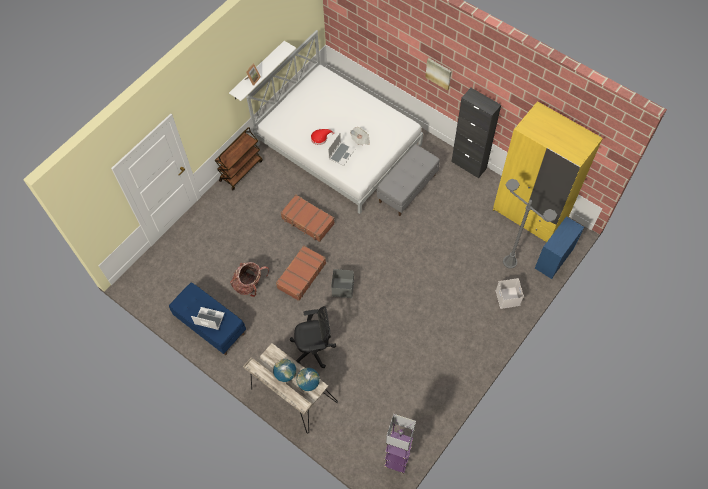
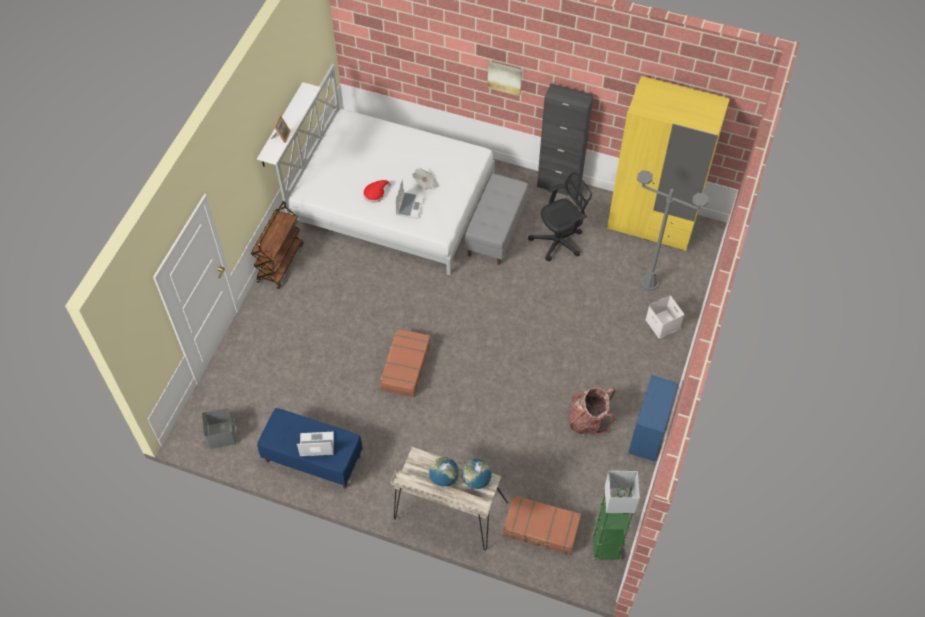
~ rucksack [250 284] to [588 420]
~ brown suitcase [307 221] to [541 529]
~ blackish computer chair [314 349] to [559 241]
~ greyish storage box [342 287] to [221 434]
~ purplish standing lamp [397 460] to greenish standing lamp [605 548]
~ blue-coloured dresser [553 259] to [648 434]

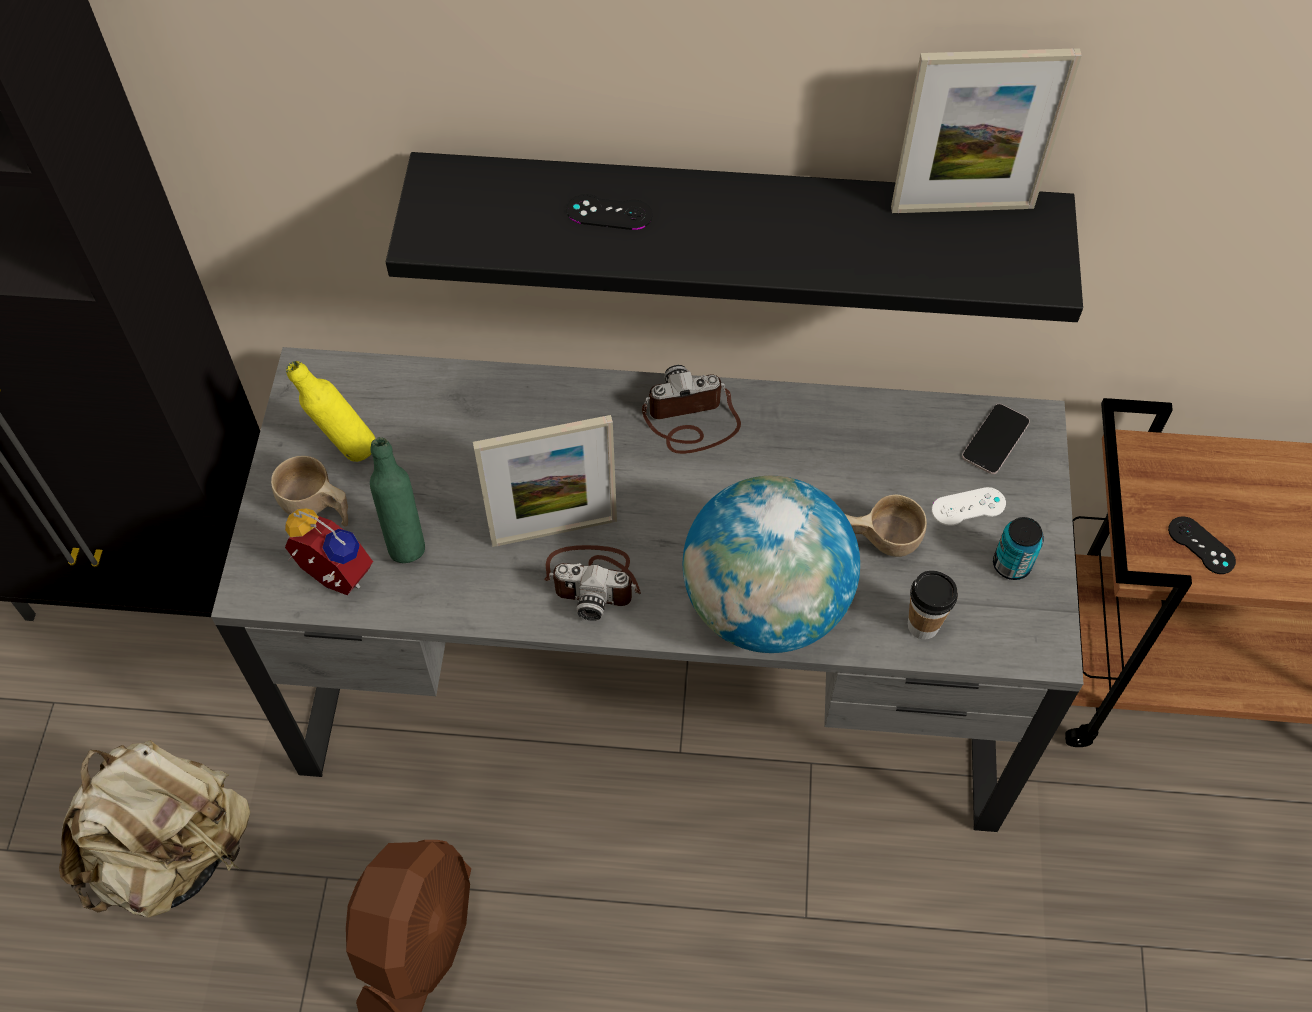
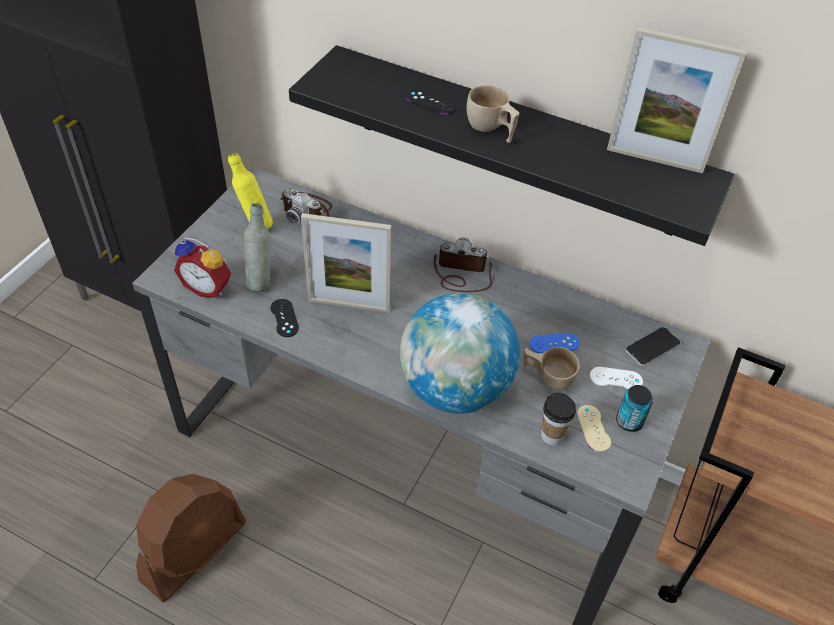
- beige rucksack [173 853]
~ beige cup [317 509] to [491 129]
~ bedside clock [332 579] = [208 287] 150 degrees clockwise
~ greenish beverage bottle [405 539] to greyish beverage bottle [261 280]
~ photo camera [593 580] to [307 210]
~ blackish joypad [1201 545] to [284 318]
+ blue-coloured joypad [554 343]
+ beige joypad [593 428]

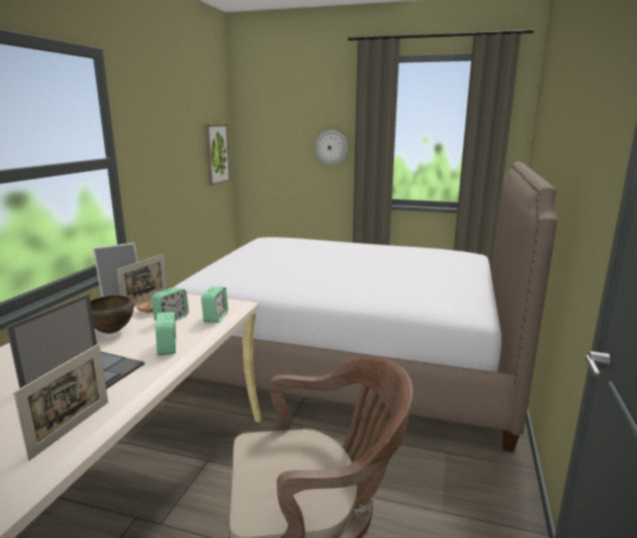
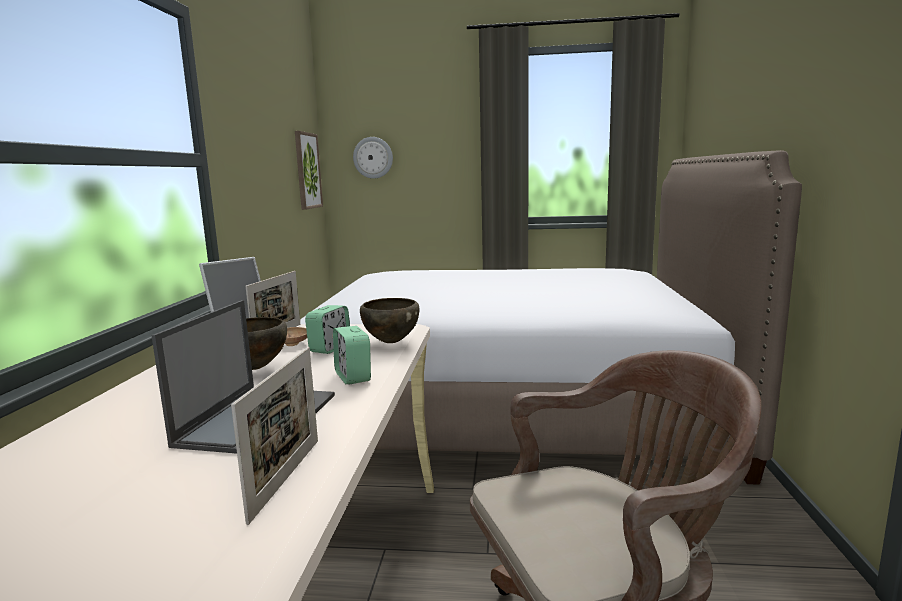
~ bedside clock [215 318] to brown deep dish [391 342]
~ wall clock [331 147] to [373 157]

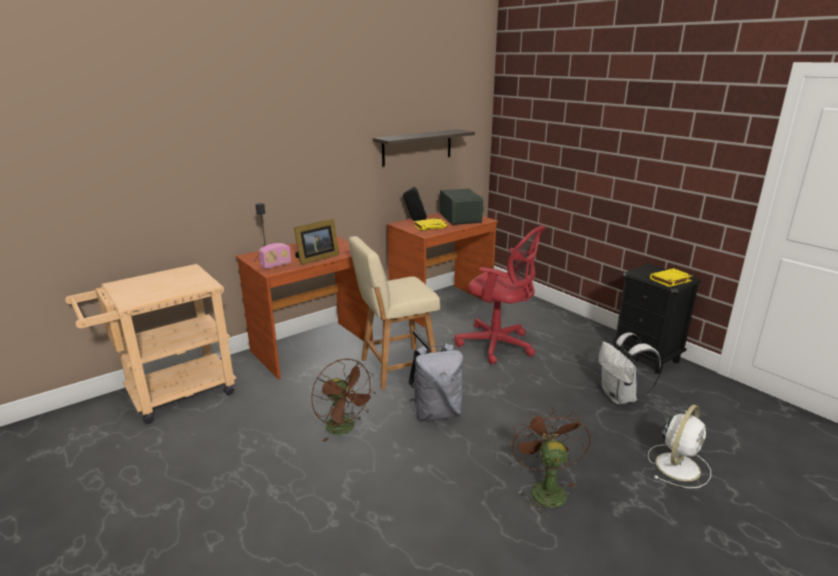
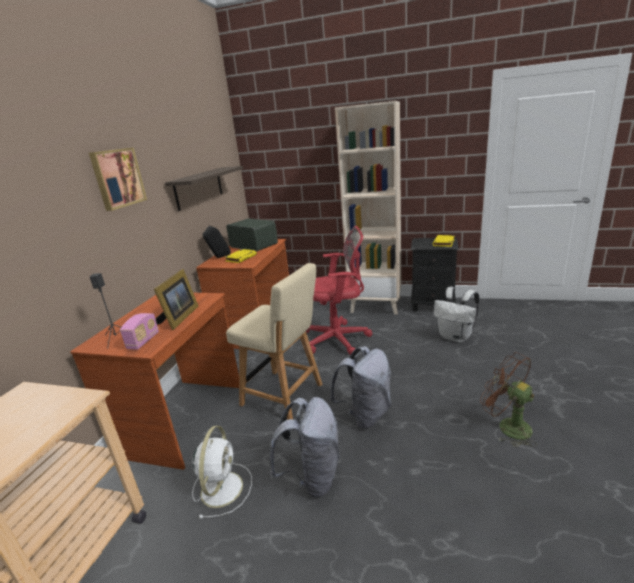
~ brown fan [345 429] to greyish rucksack [312 477]
~ beige plain chair [395 368] = [285 396] 90 degrees counterclockwise
~ whitish fan [678 465] to [222 487]
+ wall art [117 178]
+ beige shelving unit [376 305]

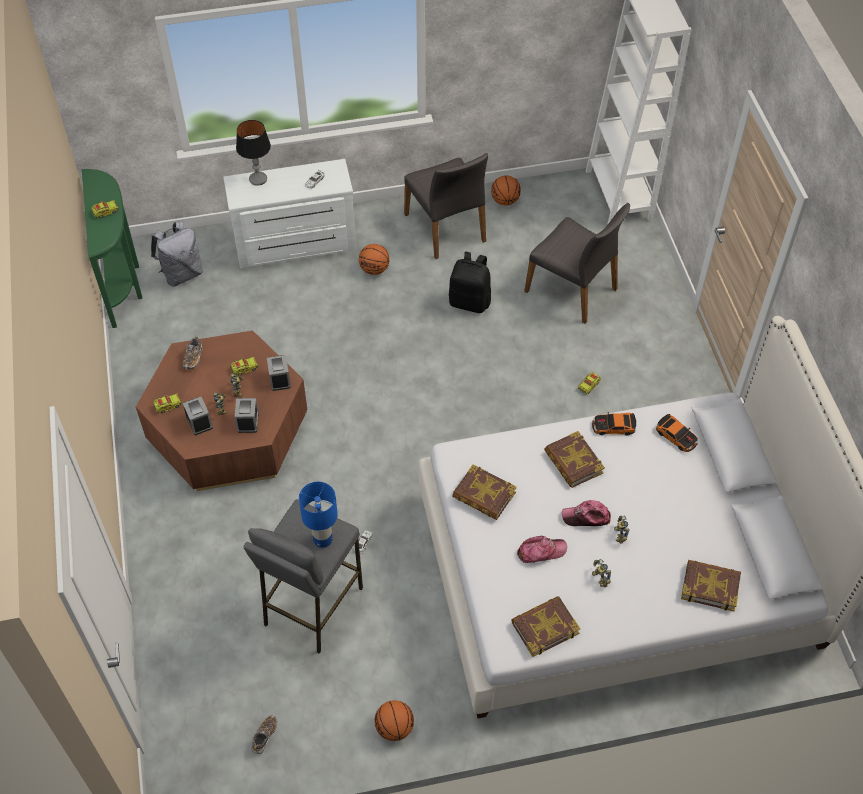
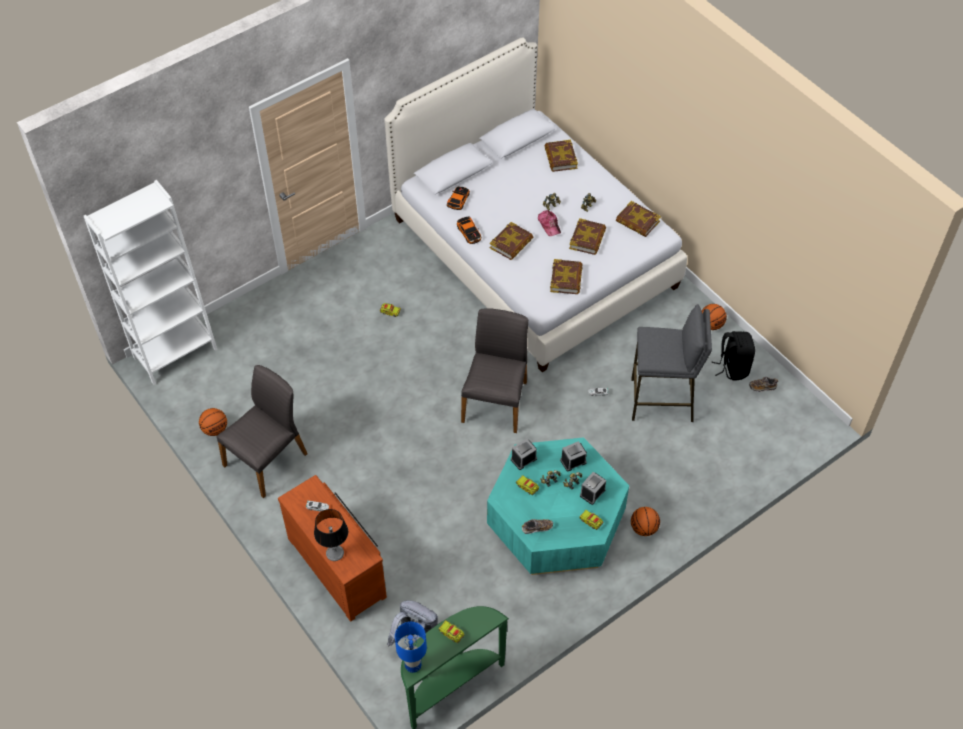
~ brown coffee table [228 429] to blue-green coffee table [555 521]
~ whitish dresser [295 245] to brown dresser [339 566]
~ blue-coloured lamp for a table [323 540] to [413 664]
~ ball for basketball [374 269] to [644 528]
~ blackish rucksack [470 301] to [732 367]
~ peaked cap [541 551] to volume [587 239]
~ greyish plain chair [572 290] to [496 401]

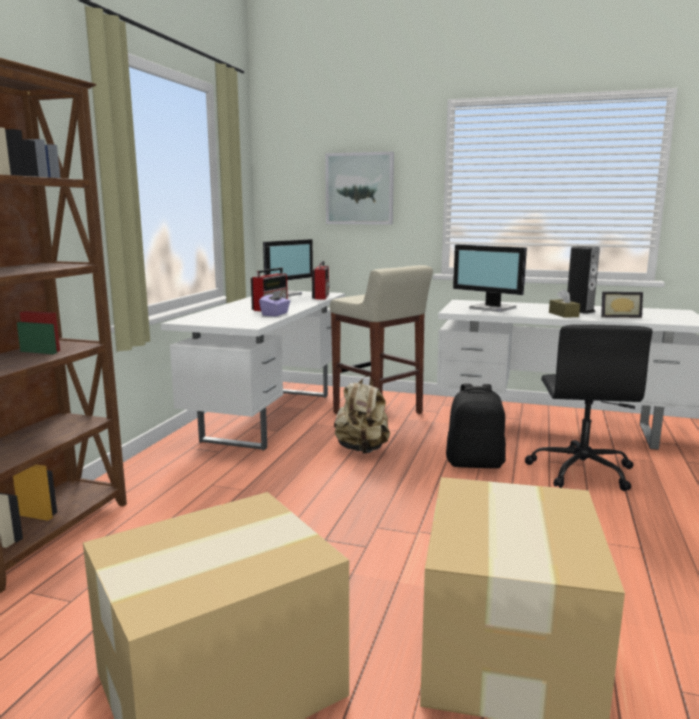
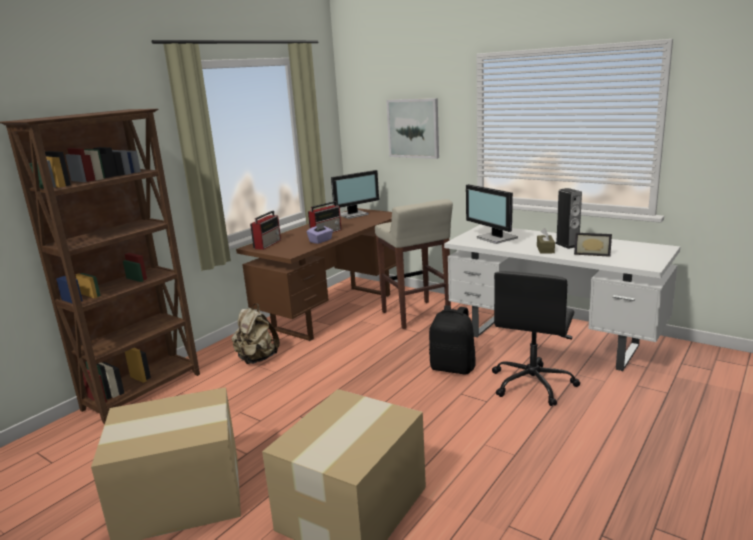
~ whitish desk table [269 416] to brown desk table [334 311]
~ radio set [321 296] to [268 244]
~ beige rucksack [362 449] to [256 359]

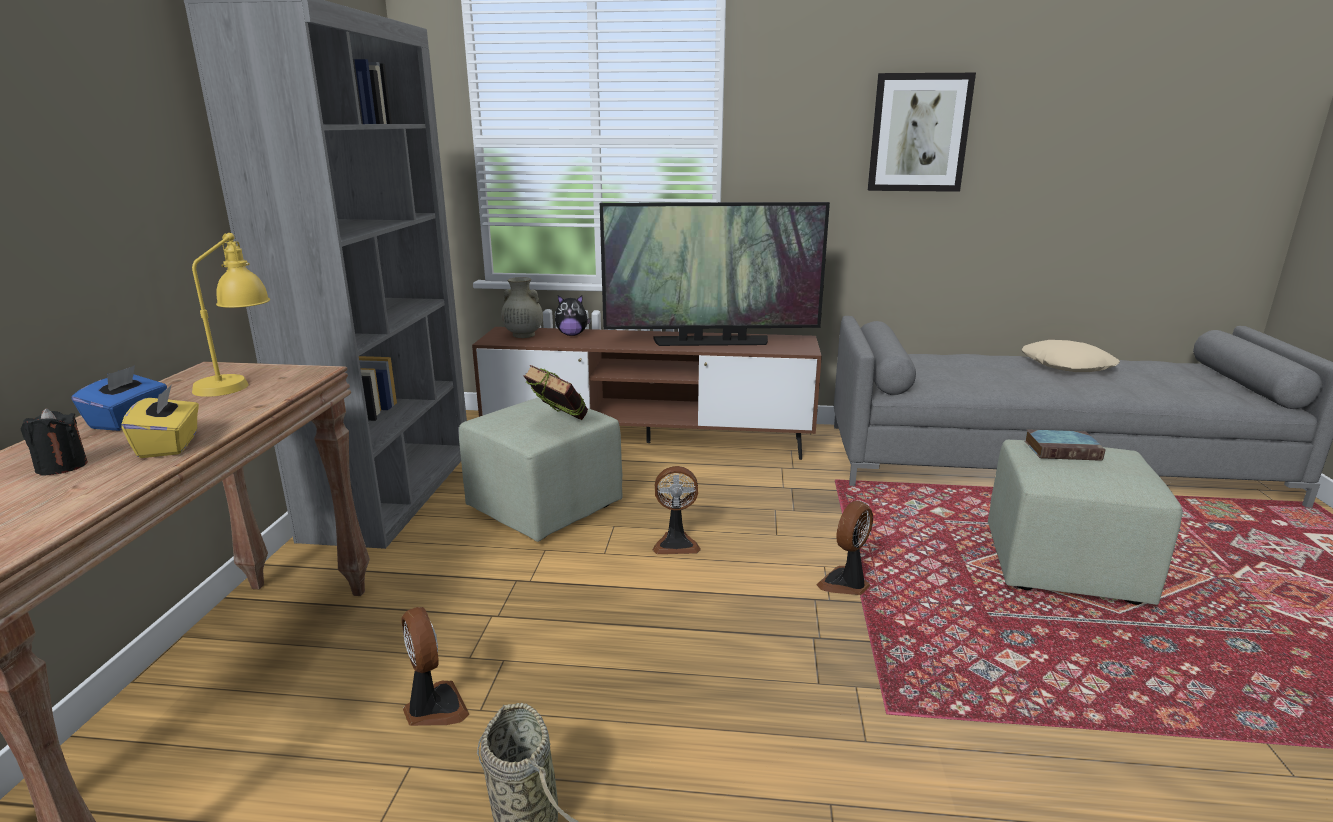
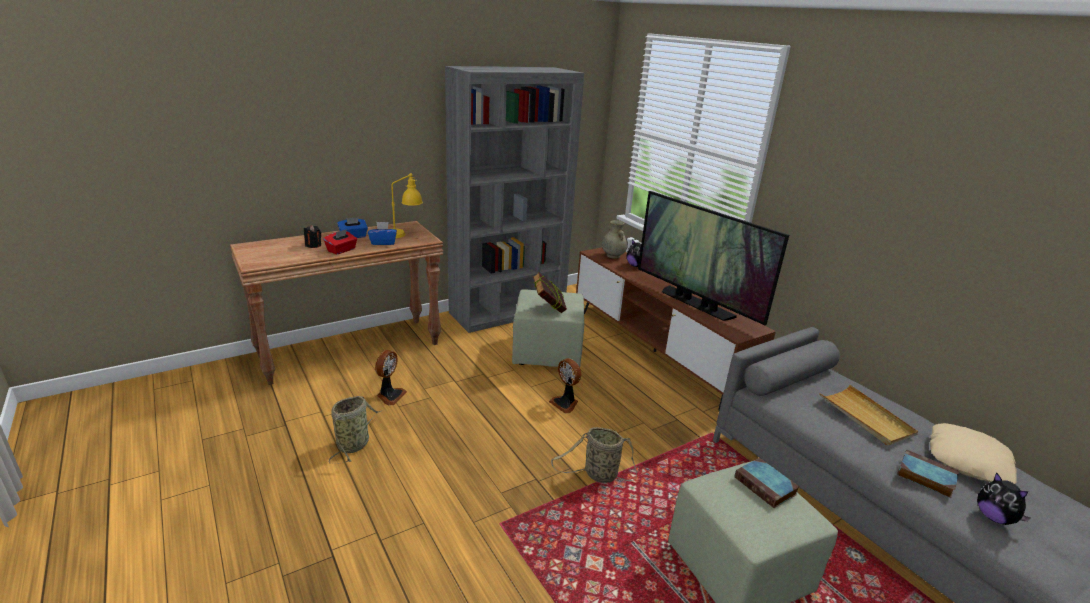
~ yellowish tissue holder [170 445] to red-coloured tissue holder [341 250]
~ fan [846 584] to basket [598 475]
- wall art [919 133]
+ blue-coloured tissue holder [383 242]
+ beige serving tray [866 417]
+ volume [924 476]
+ soft toy [994 517]

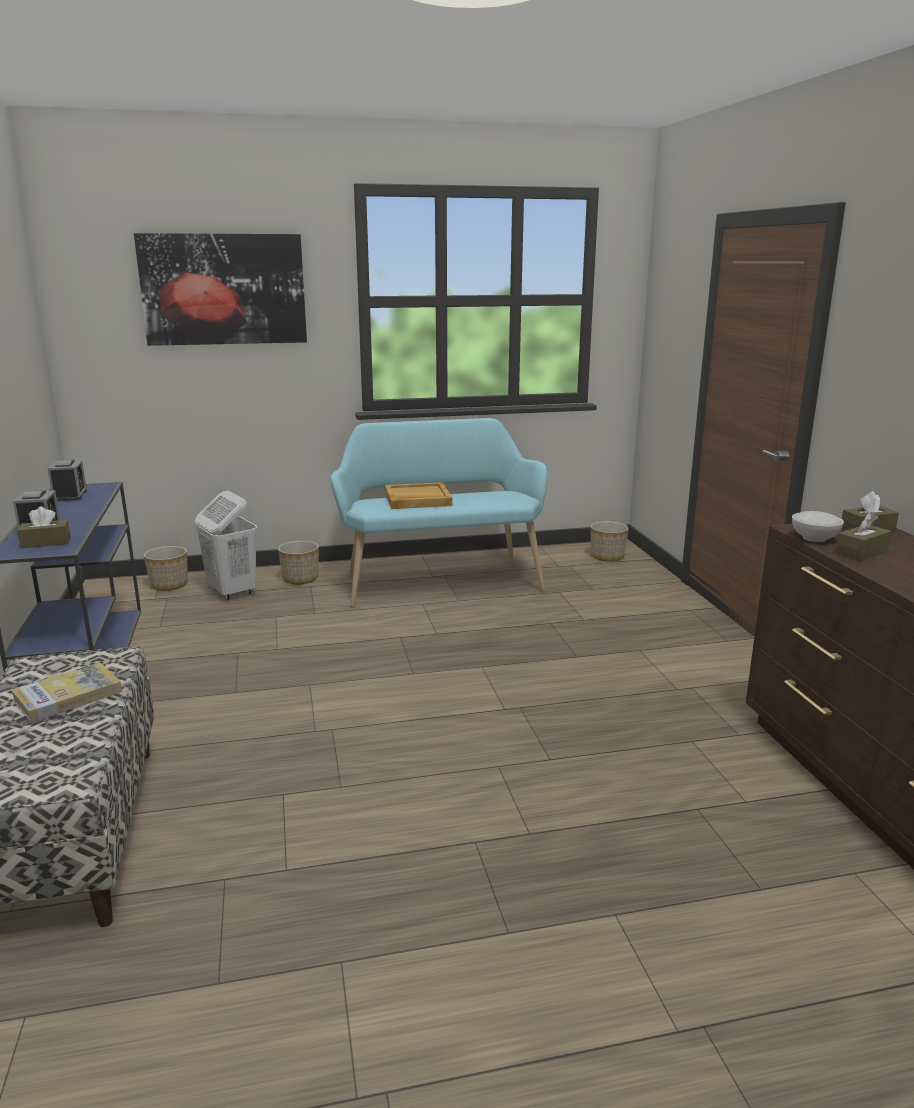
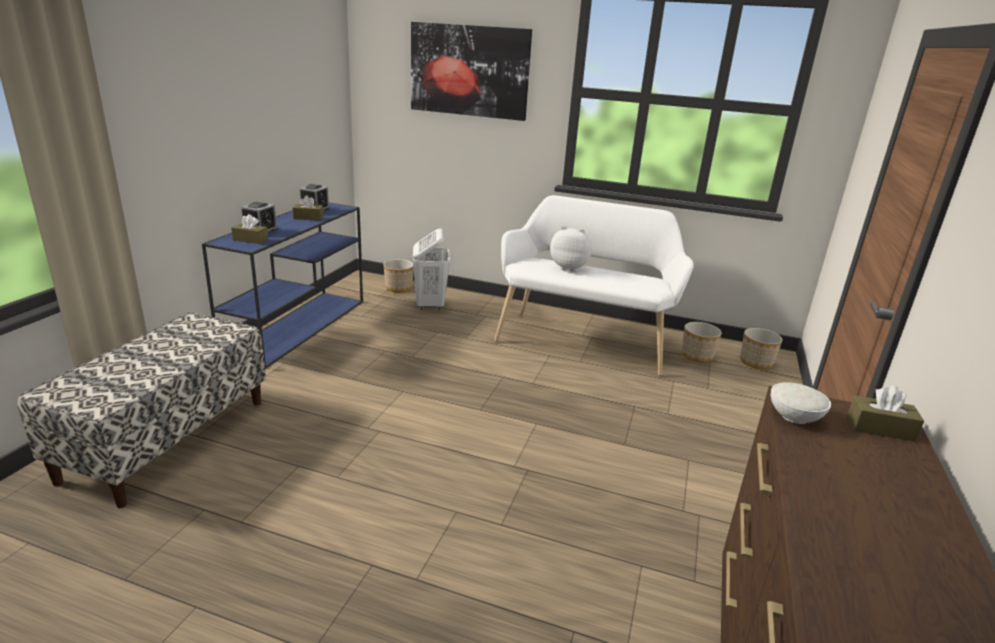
- volume [68 696]
~ plant pot [300 578] to [696 356]
~ blue-green bench [439 580] to whitish bench [583 340]
~ beige serving tray [417 499] to soft toy [570 268]
~ brown tissue holder [861 552] to [308 217]

